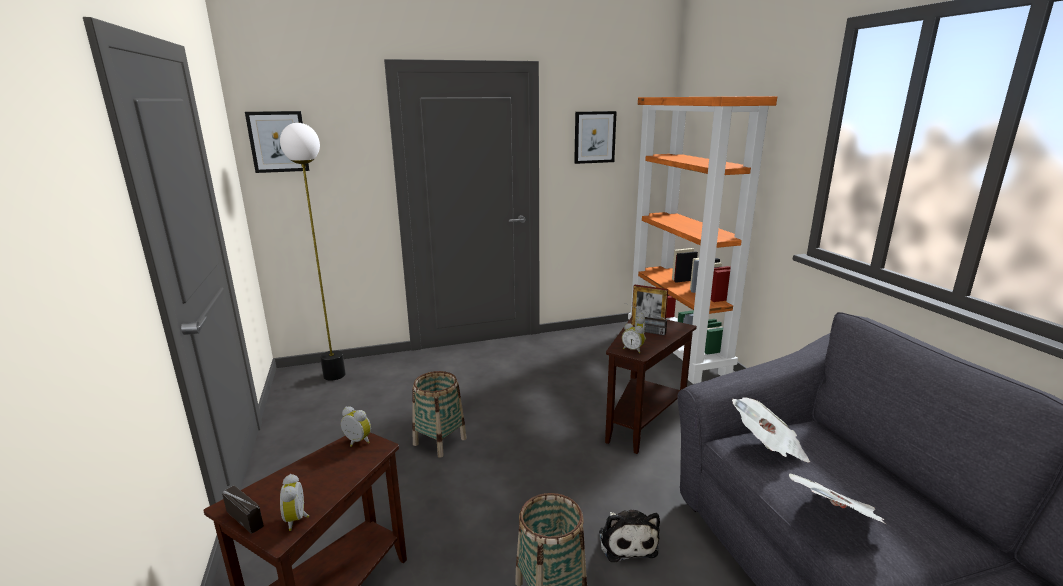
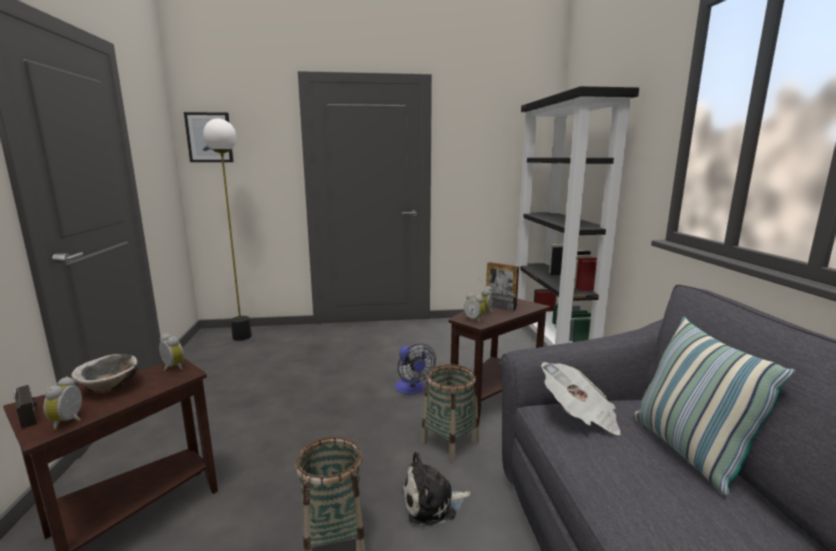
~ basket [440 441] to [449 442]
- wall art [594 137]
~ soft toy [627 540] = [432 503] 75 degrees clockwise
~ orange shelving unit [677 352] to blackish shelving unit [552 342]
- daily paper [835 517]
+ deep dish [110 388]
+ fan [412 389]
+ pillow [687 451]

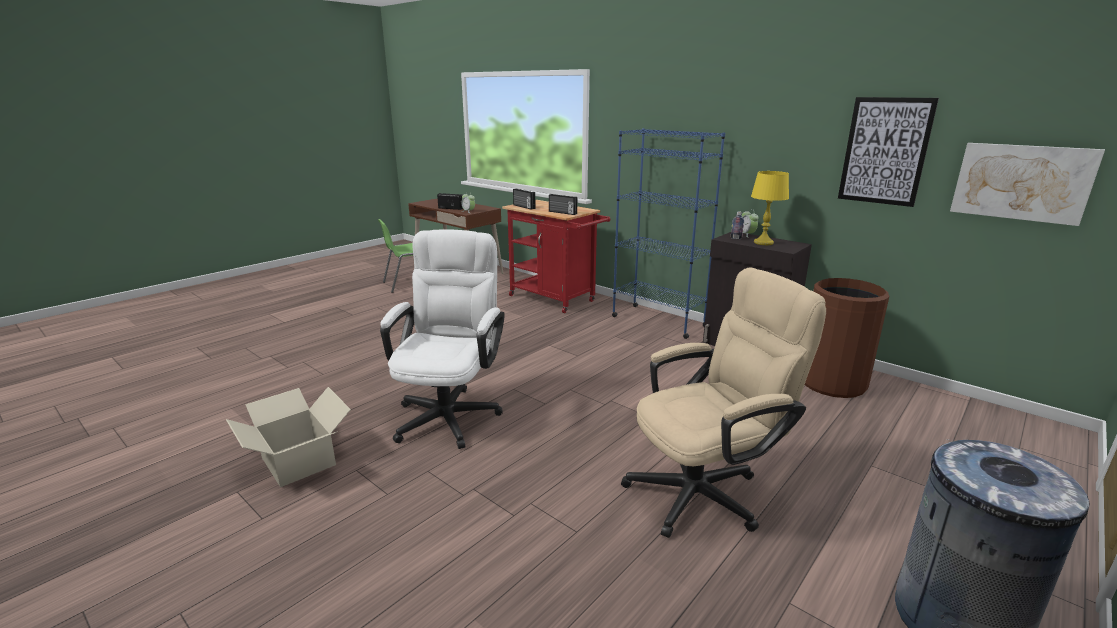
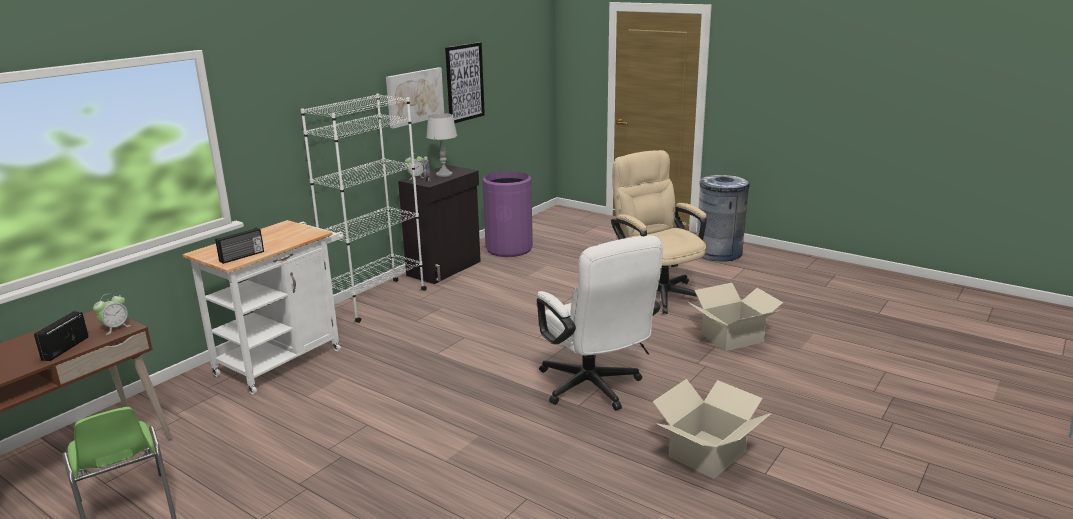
~ whitish computer chair [450 412] = [594 389] 120 degrees counterclockwise
~ red-coloured wheeled cart [556 299] to whitish wheeled cart [285 359]
- radio set [562 212]
~ blue-coloured shelving unit [658 321] to whitish shelving unit [377 301]
~ yellowish lamp for a table [763 243] to greyish lamp for a table [444 175]
~ brown trash can [832 383] to purplish trash can [509 249]
~ wall art [1021 182] to [414 96]
+ packing box [732 338]

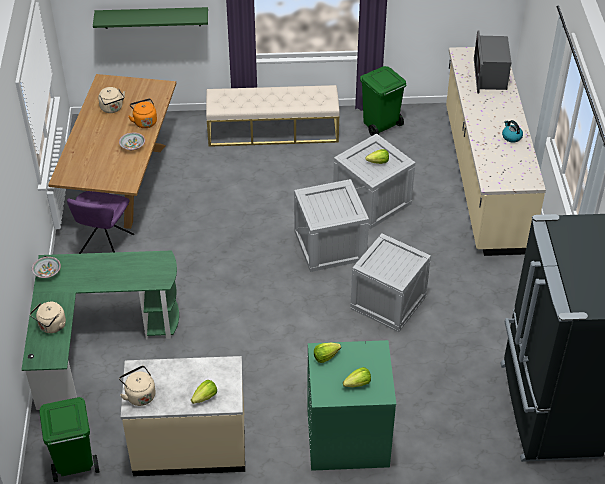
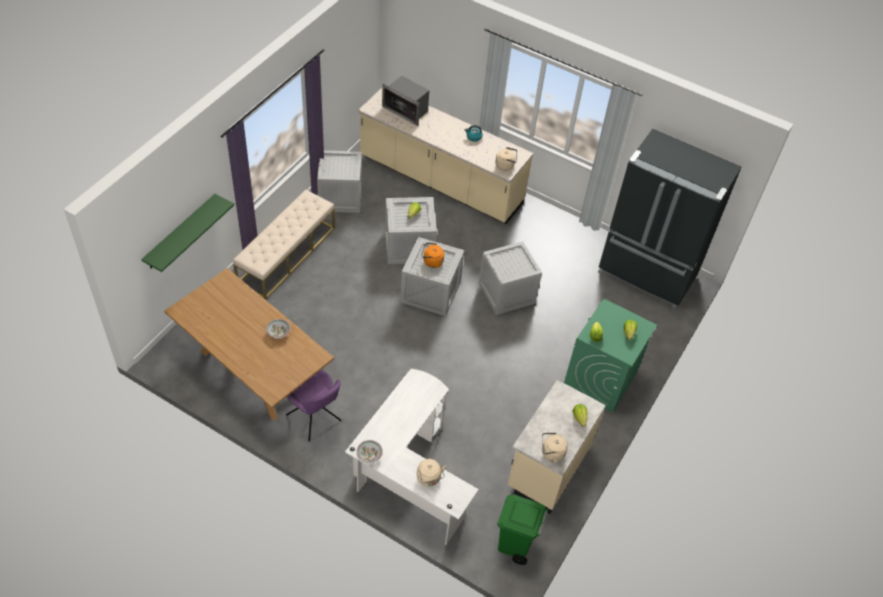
~ greenish desk table [96 340] to whitish desk table [407 473]
~ beige water kettle [112 108] to [506 165]
~ orange water kettle [144 121] to [431 262]
~ greenish trash can [380 126] to crate [340 198]

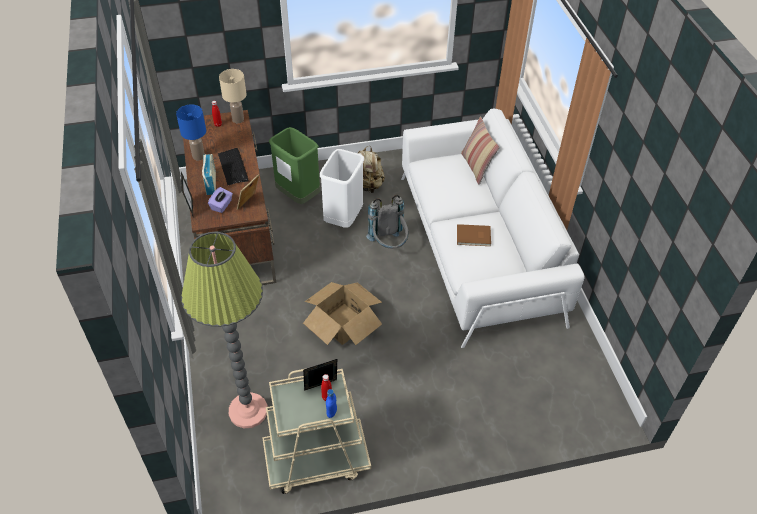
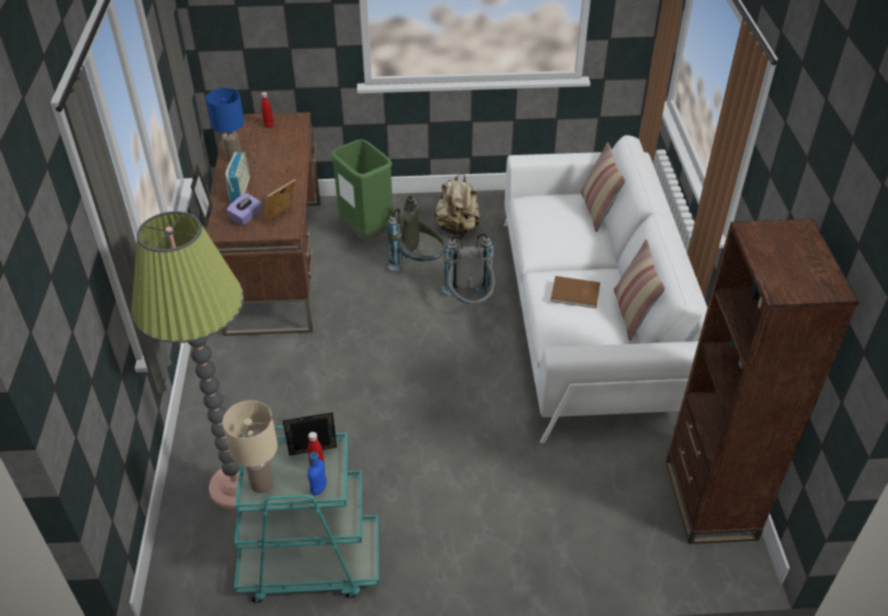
- keyboard [233 167]
~ beige lamp for a table [238 119] to [262 483]
~ beige wheeled cart [316 460] to blue-green wheeled cart [310 564]
- packing box [343 323]
~ whitish trash can [343 218] to greyish rucksack [418 264]
+ pillow [632 314]
+ brown shelving unit [710 499]

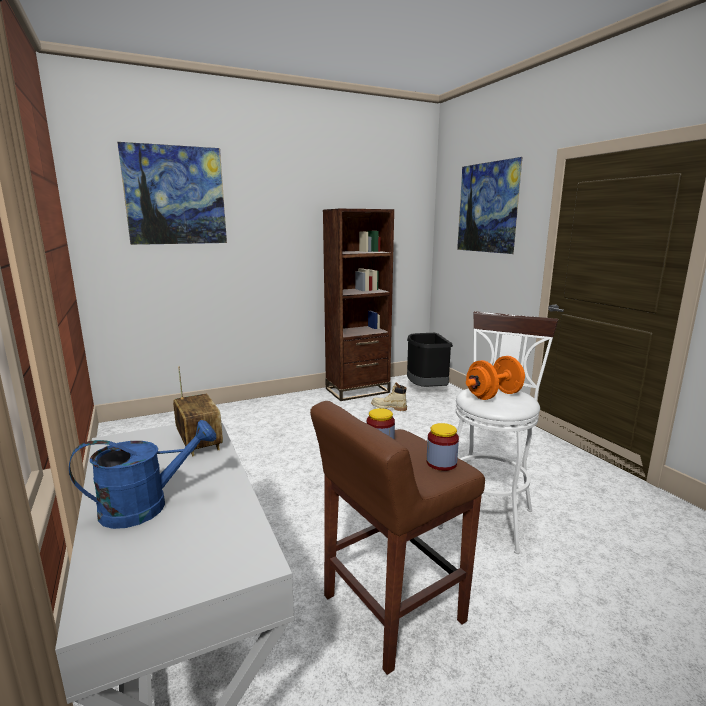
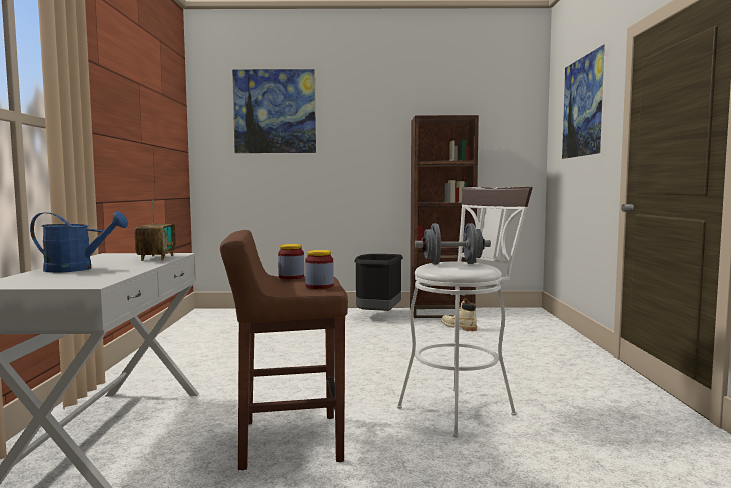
~ blackish trash can [426 389] to [378 316]
~ orange free weight [493 395] to greyish free weight [452 264]

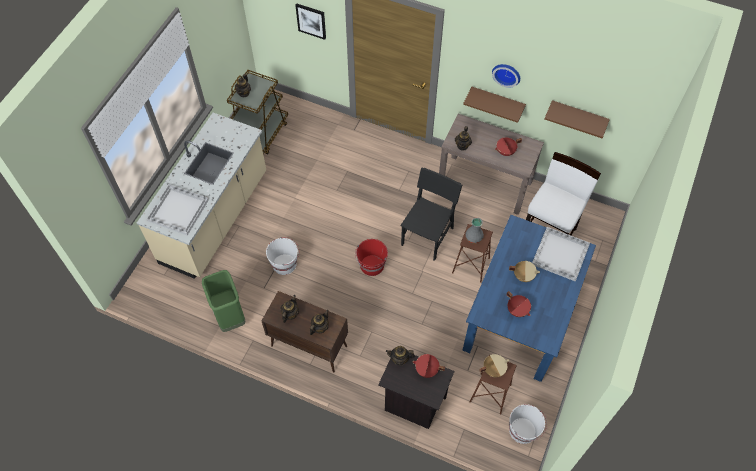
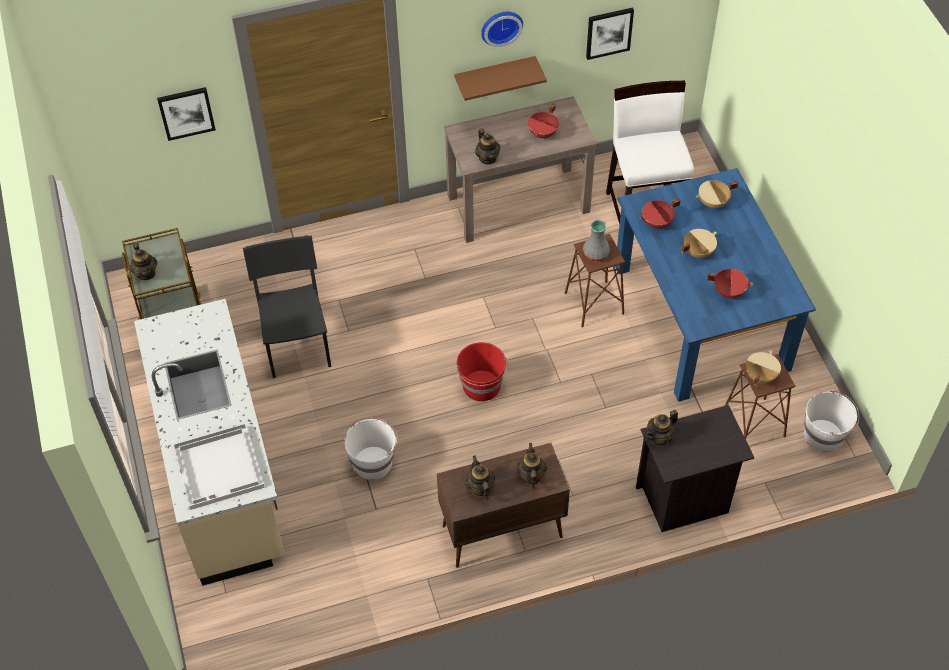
- greenish trash can [230 317]
~ blackish plain chair [427 236] to [297 345]
~ red-coloured saucepot [426 370] to [657 223]
~ whitish serving tray [560 255] to beige saucepot [713 203]
~ brown wall shelf [578 117] to wall art [609 32]

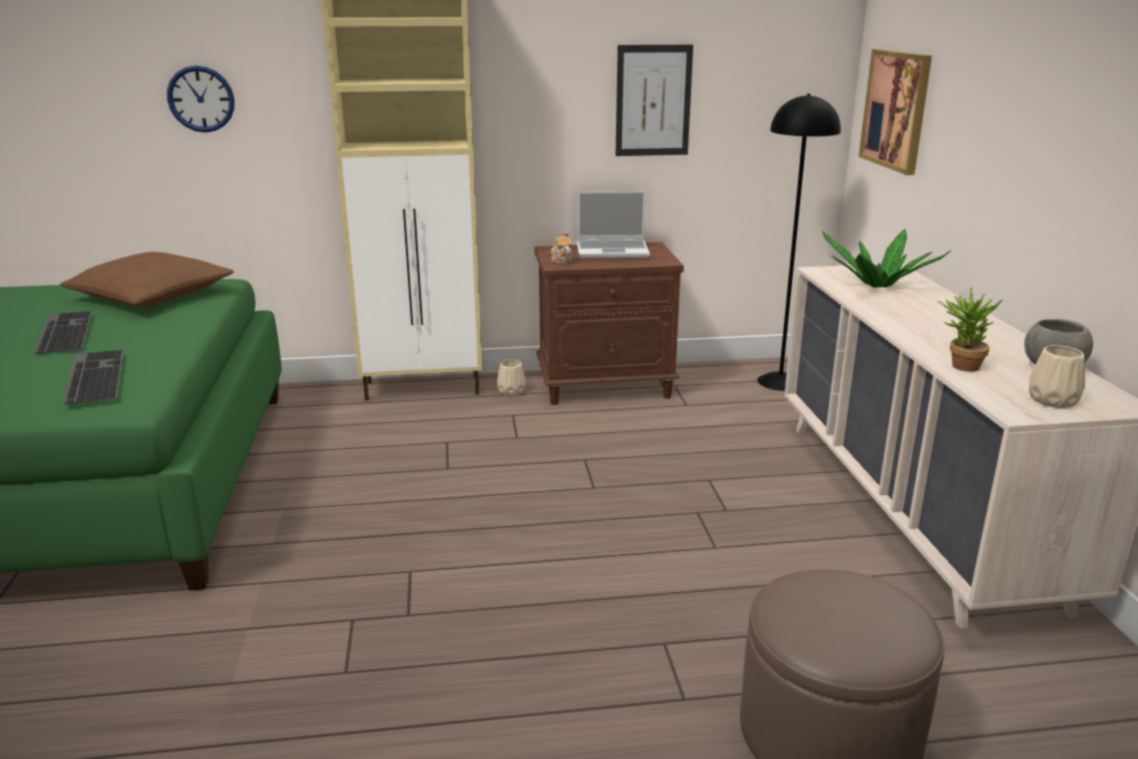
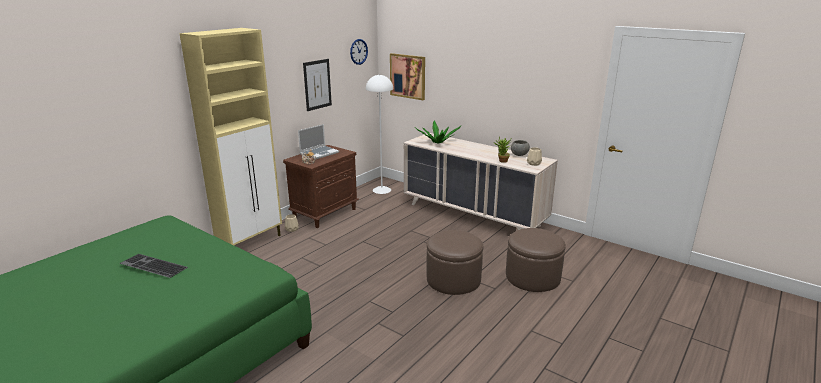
- brown pillow [152 295]
- keyboard [92 376]
~ wall clock [201 99] to [358 51]
~ blackish standing lamp [780 382] to whitish standing lamp [382 190]
+ brown pouffe [453 279]

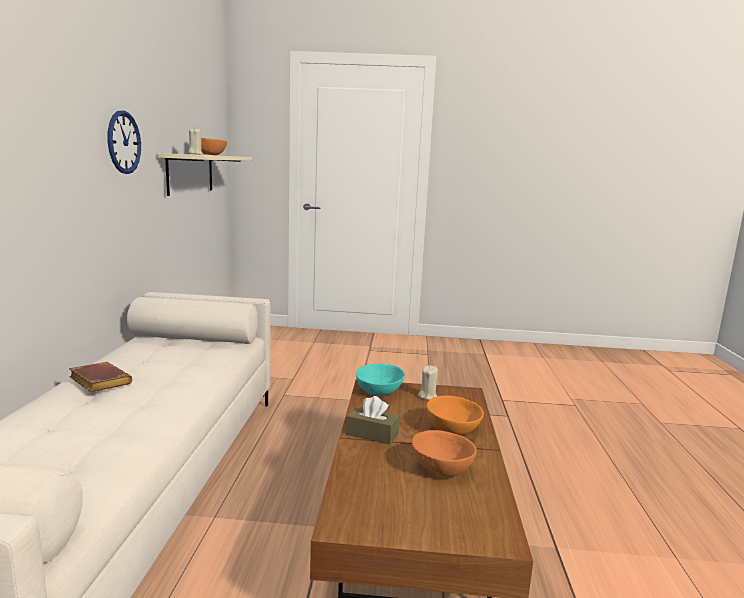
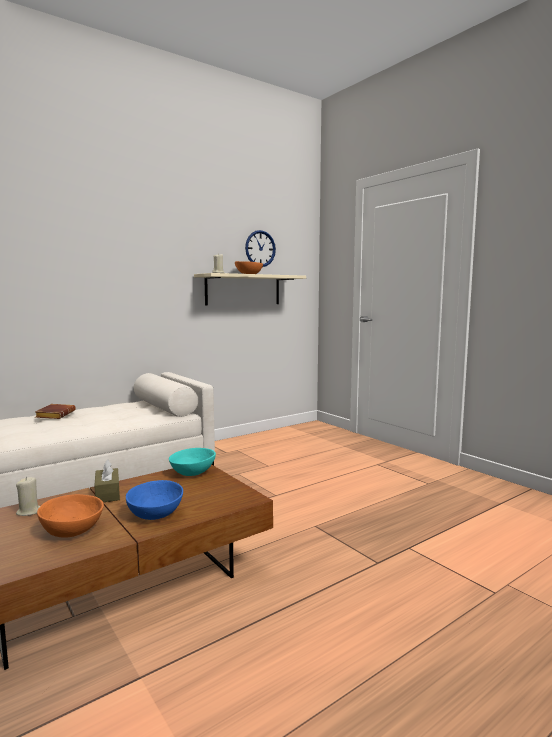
~ wall clock [124 142] to [260 248]
~ beige candle [427 396] to [29 511]
~ orange deep dish [451 429] to blue-coloured deep dish [155 514]

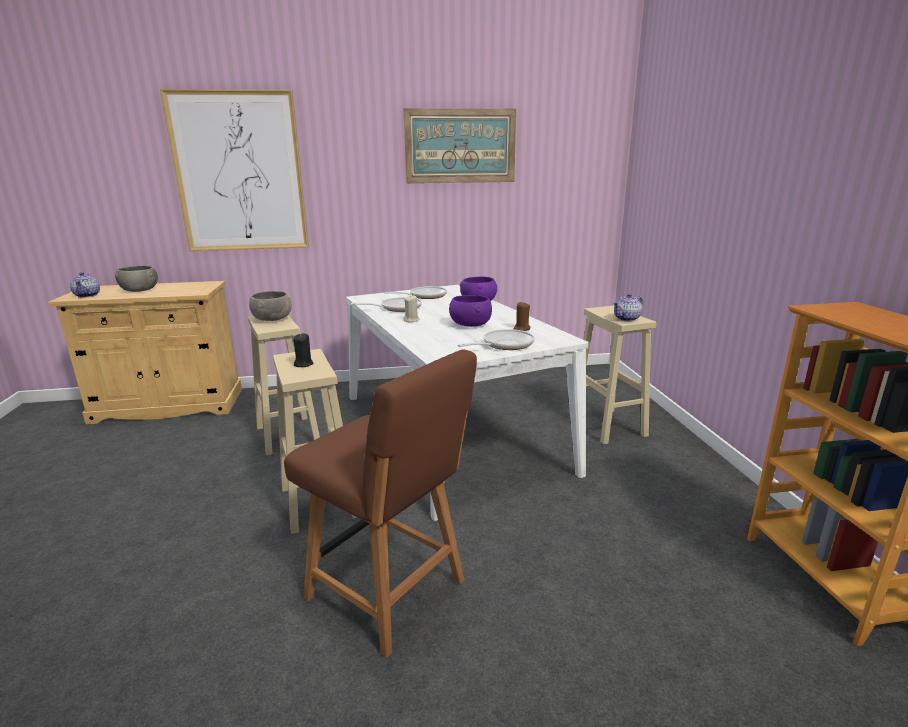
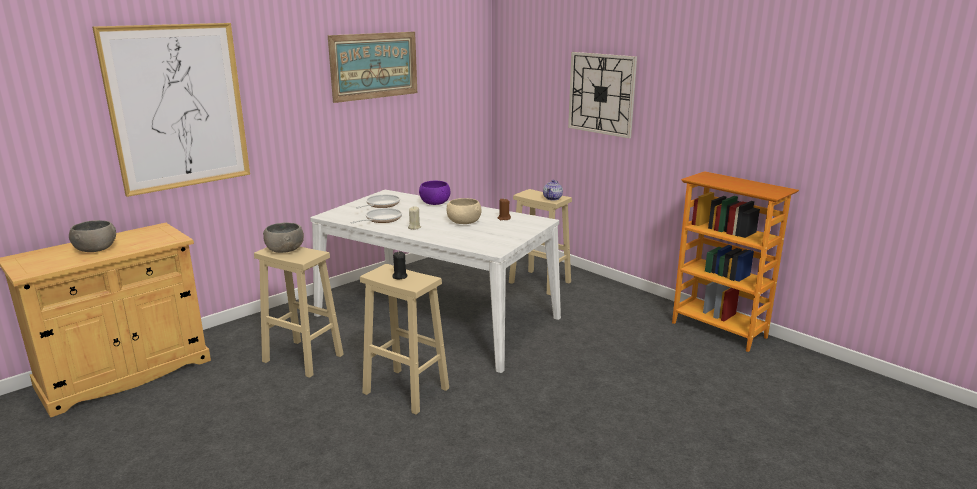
- pot for tea [88 295]
- brown plain chair [390 592]
~ purplish deep dish [470 325] to beige deep dish [464 222]
- pan [504 345]
+ wall clock [601 94]

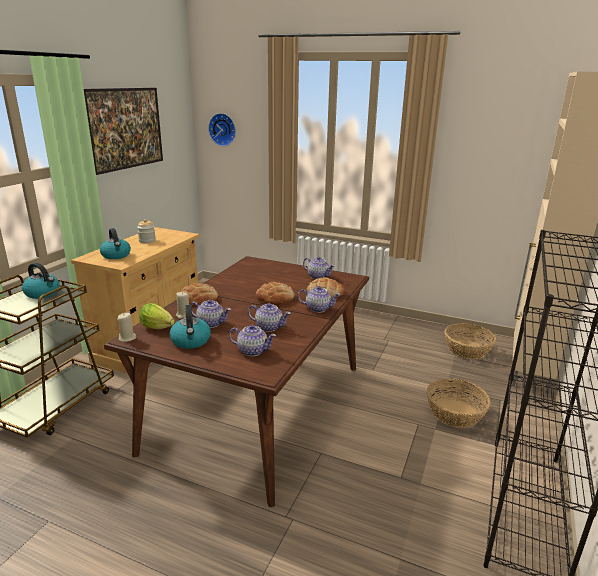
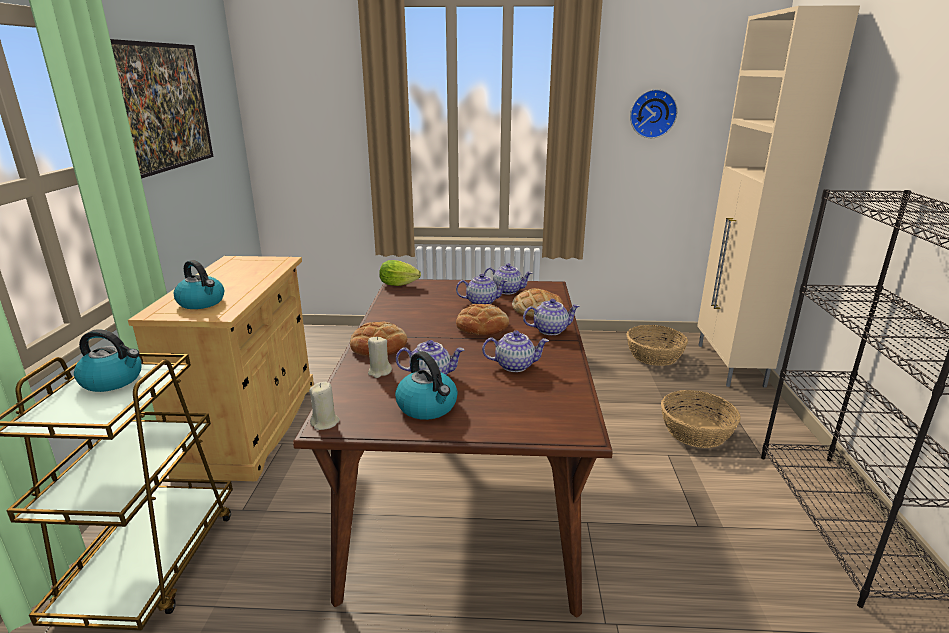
- jar [147 241]
~ lettuce [159 328] to [401 285]
~ wall clock [223 129] to [652 113]
~ pot for tea [252 351] to [481 302]

